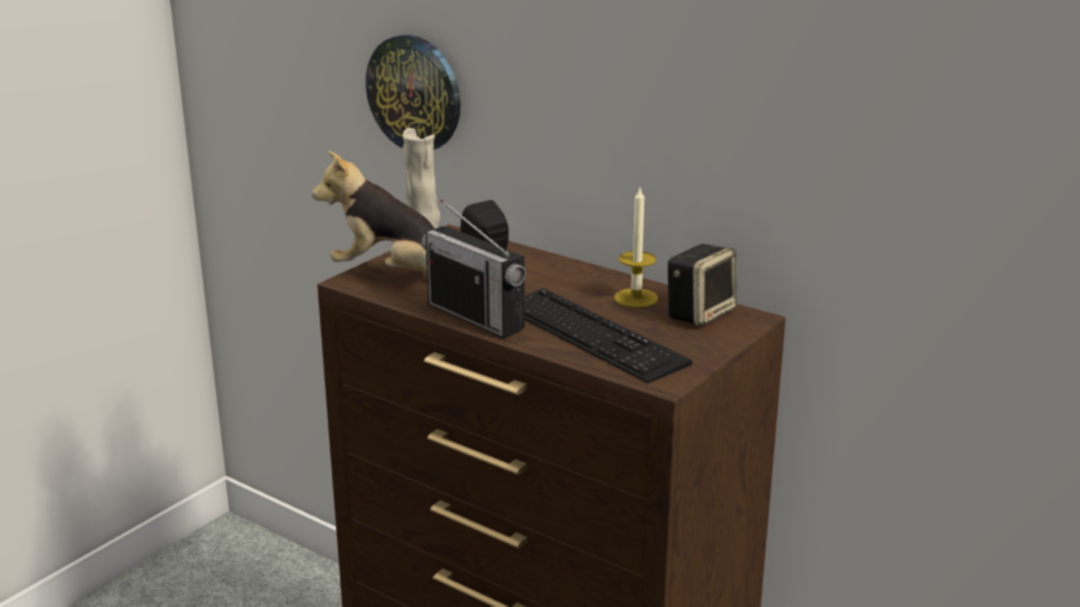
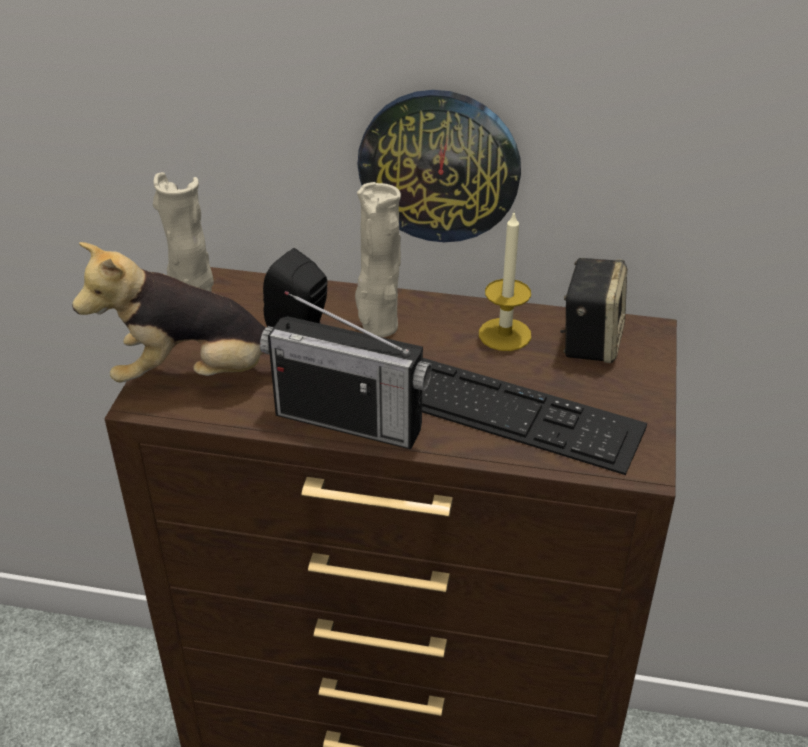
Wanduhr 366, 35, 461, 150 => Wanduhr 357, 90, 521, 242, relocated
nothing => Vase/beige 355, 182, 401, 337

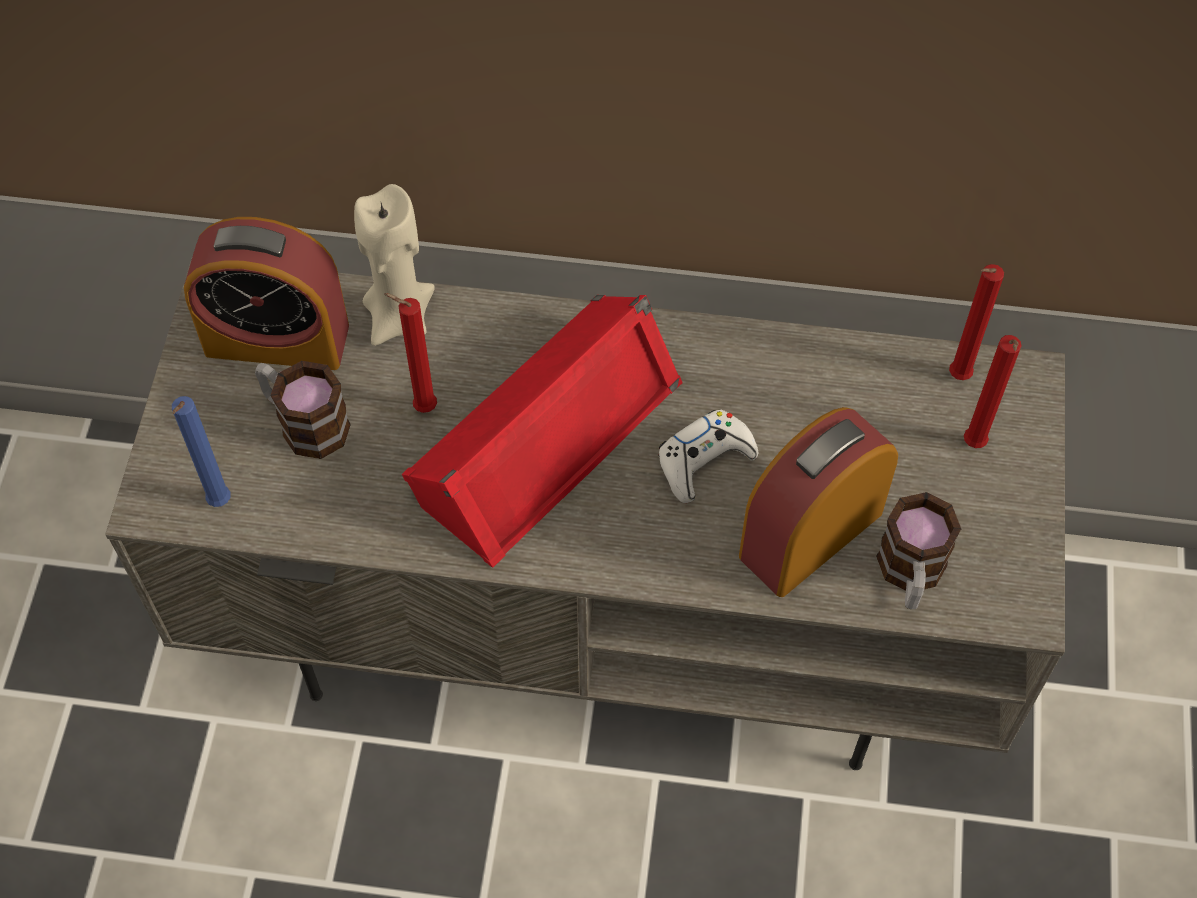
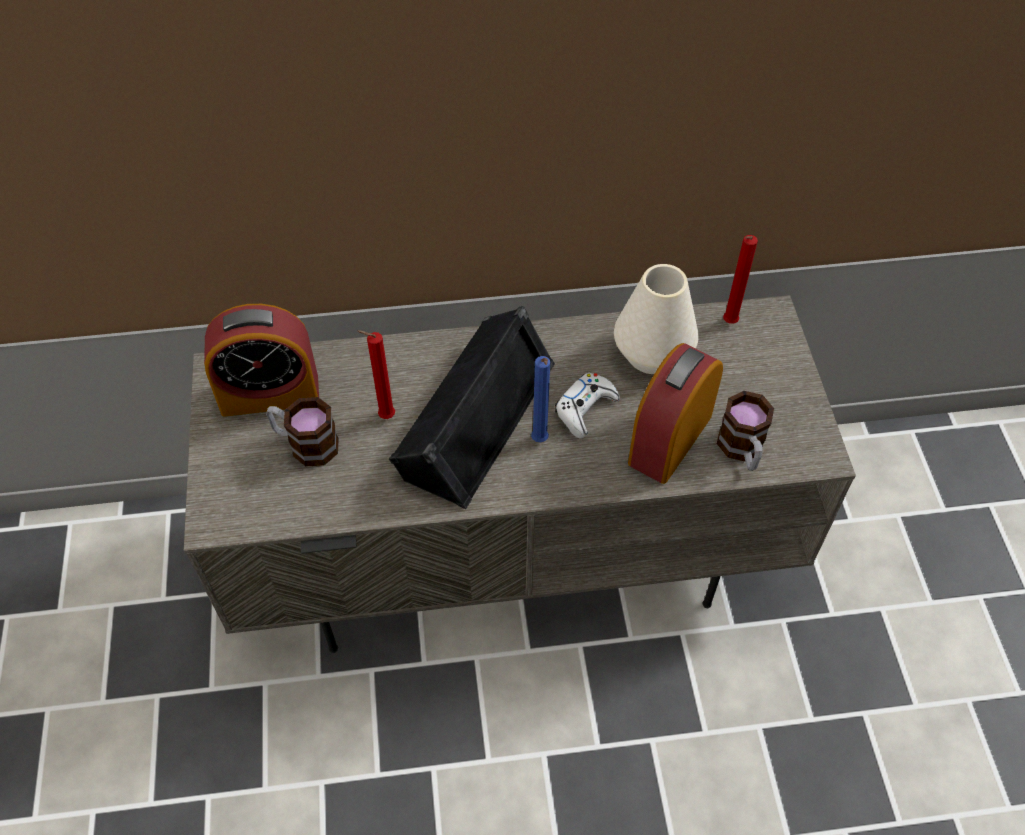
Kerze/beige 354, 184, 435, 346 => nothing
Lautsprecher/rot 402, 295, 683, 568 => Lautsprecher/schwarz 389, 306, 555, 509
Kerze/rot 964, 335, 1021, 448 => nothing
Kerze/blau 172, 396, 231, 507 => Kerze/blau 531, 356, 550, 442, relocated
nothing => Vase/weiß 614, 264, 699, 374

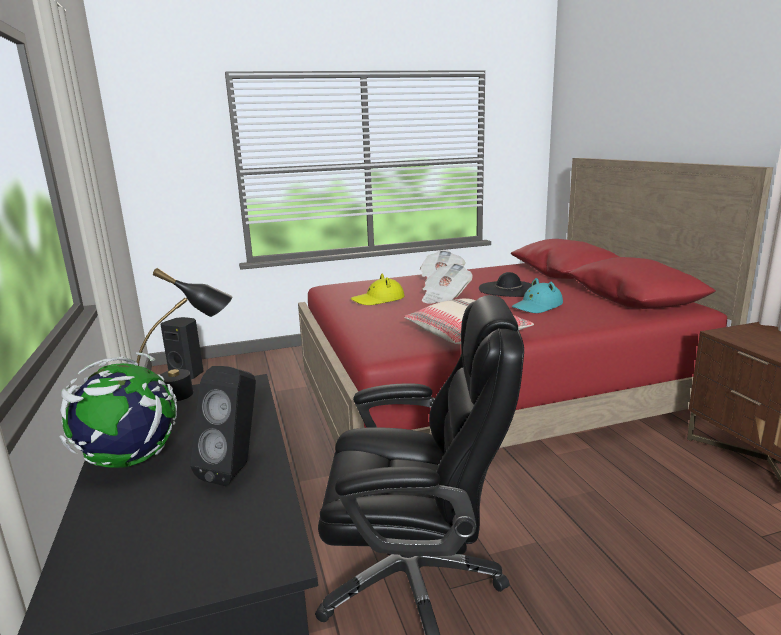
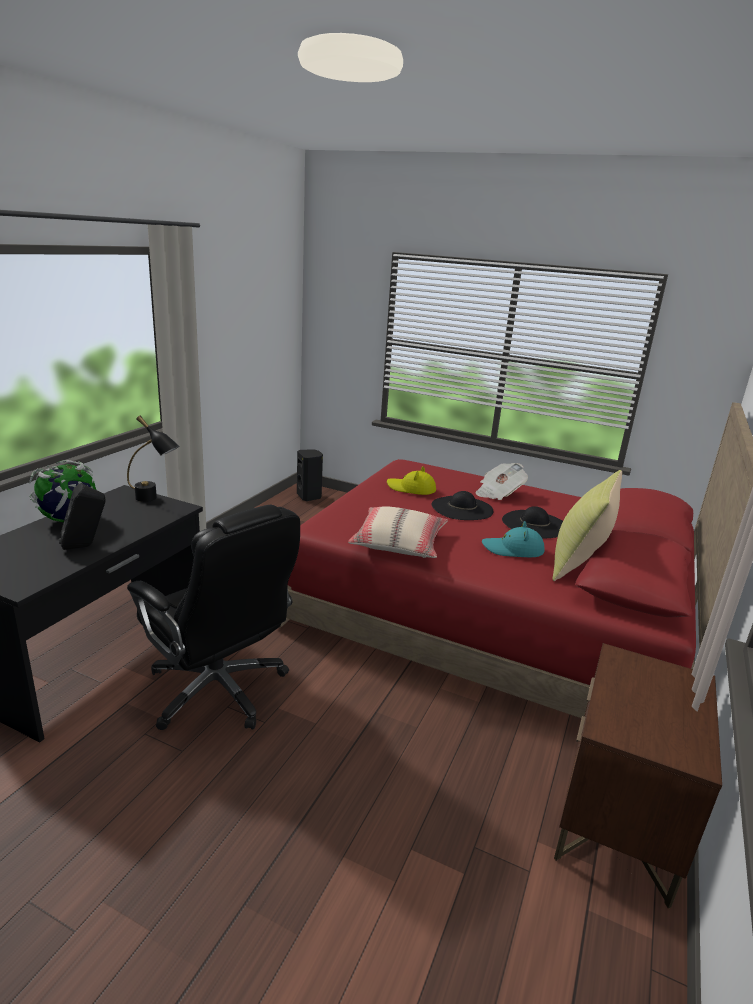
Zeitung 422, 263, 473, 303 => Hut/schwarz 432, 491, 494, 520
nothing => Kissen/gelb 553, 470, 622, 581

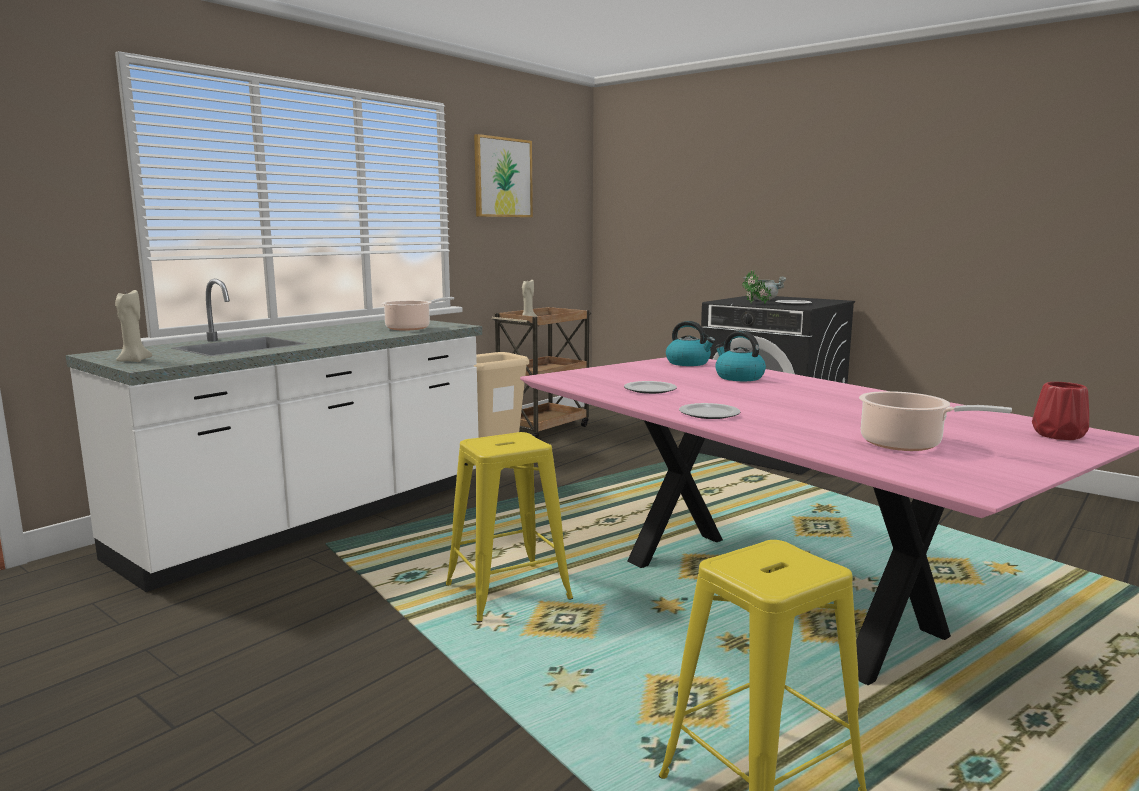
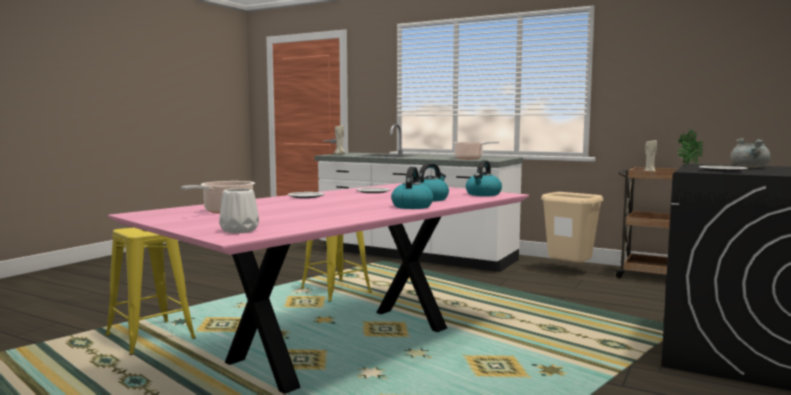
Bild 474, 134, 533, 217 => nothing
Vase/rot 1032, 382, 1089, 440 => Vase/weiß 219, 188, 259, 233
nothing => Wasserkessel 391, 167, 433, 209

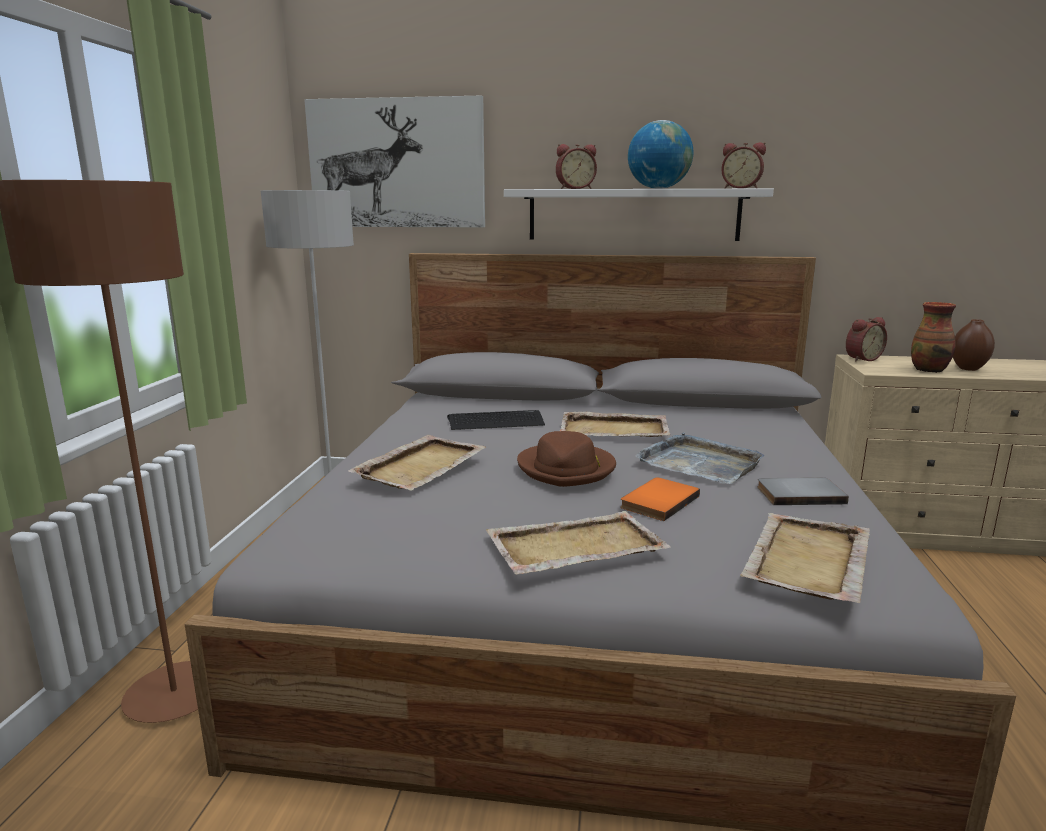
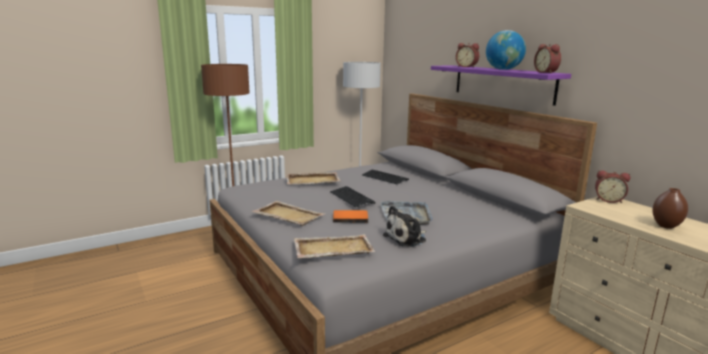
Bild 304, 96, 485, 227 => nothing
Wandregal/weiß 504, 189, 774, 241 => Wandregal/lila 431, 65, 571, 106
Vase 911, 302, 956, 373 => nothing
Tablett/beige 560, 412, 670, 437 => nothing
Hut/braun 517, 431, 616, 487 => Tastatur 330, 186, 375, 208
Buch/grau 757, 477, 849, 505 => Plüschtier 383, 206, 426, 247

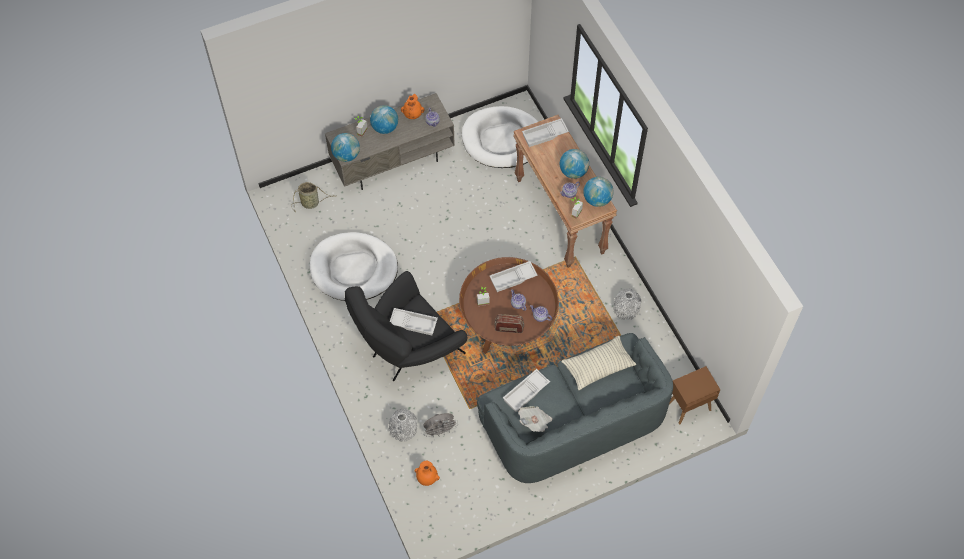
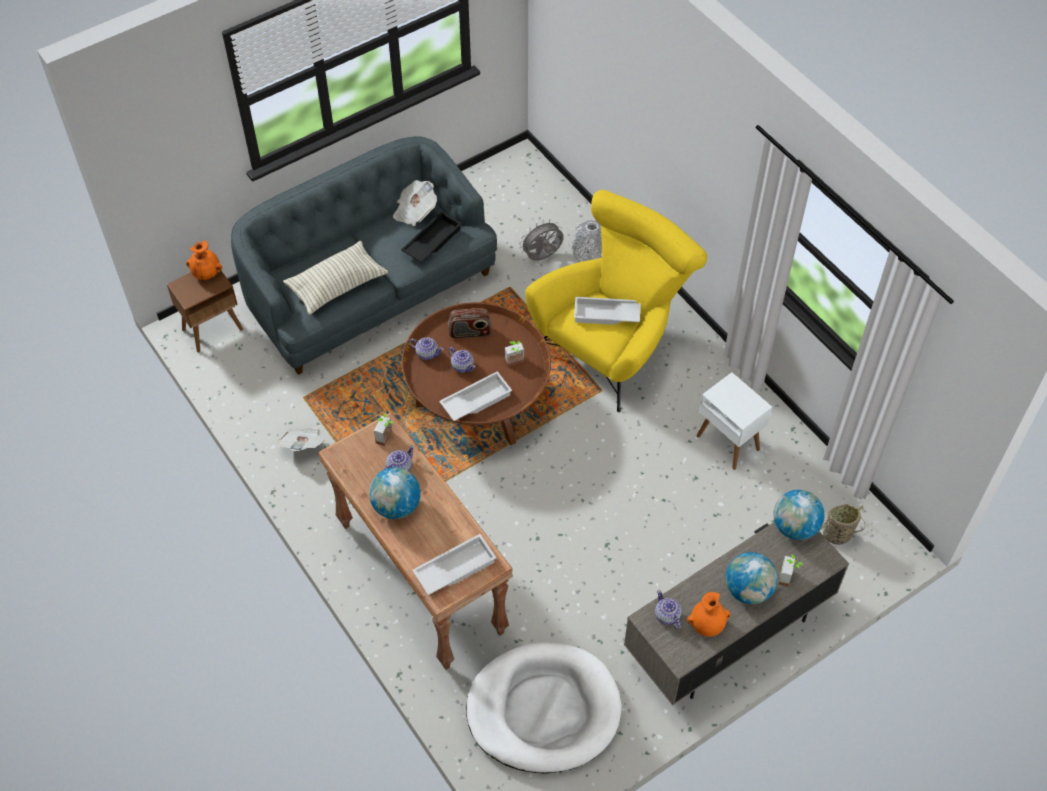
Globus 583, 177, 614, 207 => nothing
Hundebett/weiß 310, 232, 398, 301 => Beistelltisch/weiß 697, 372, 772, 470
Sessel/schwarz 345, 271, 467, 381 => Sessel/gelb 525, 190, 707, 412
Vase/grau 614, 289, 642, 320 => Zeitung 278, 427, 324, 451
Tablett/weiß 503, 369, 550, 412 => Tablett/schwarz 401, 212, 462, 262
Vase/orange 414, 461, 440, 486 => Vase/orange 186, 241, 222, 280, relocated

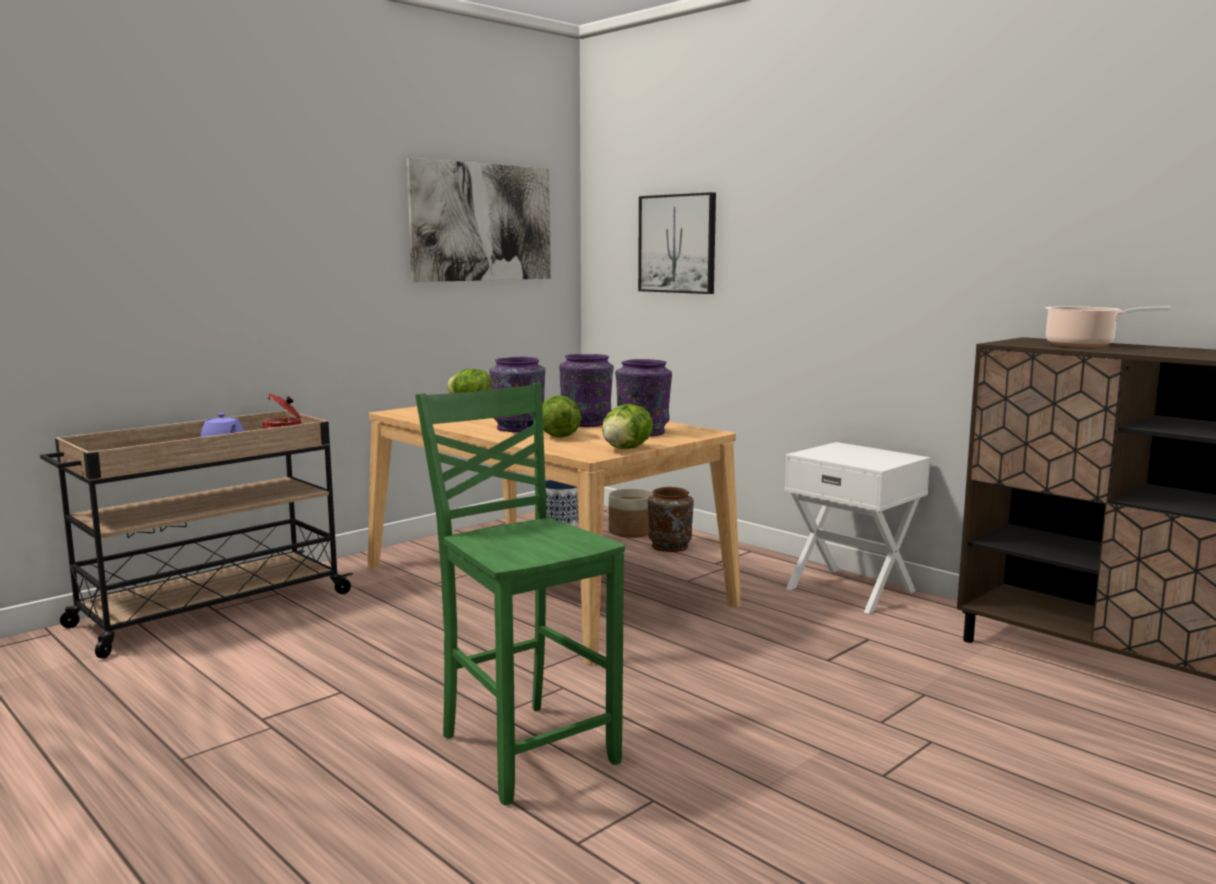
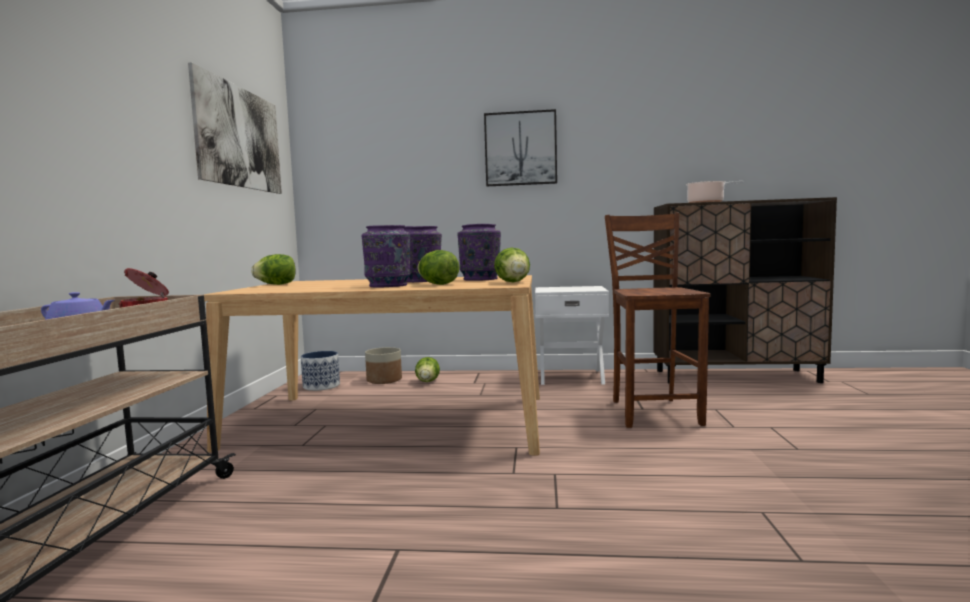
Bild 638, 192, 716, 294 => Bild 484, 109, 557, 186, relocated
Stuhl/grün 415, 383, 625, 805 => nothing
Vase/braun 648, 487, 694, 552 => Salatkopf 415, 357, 440, 382
nothing => Stuhl/braun 605, 213, 711, 428

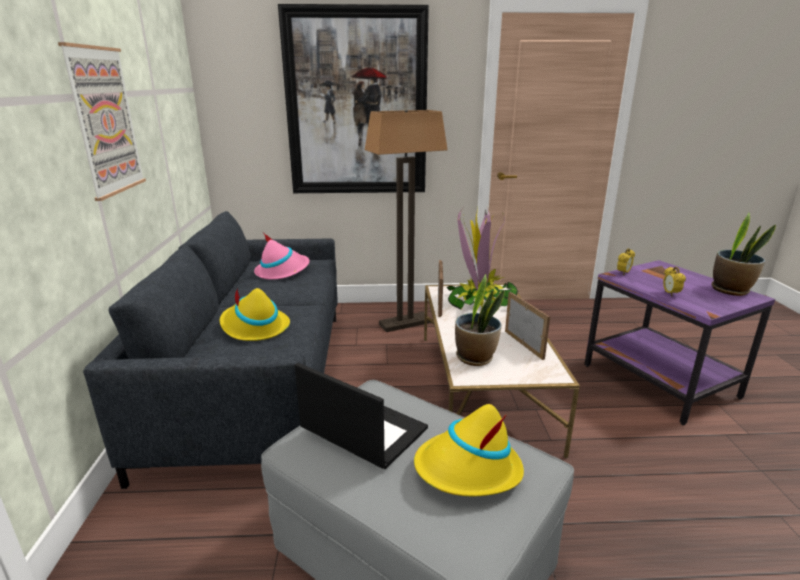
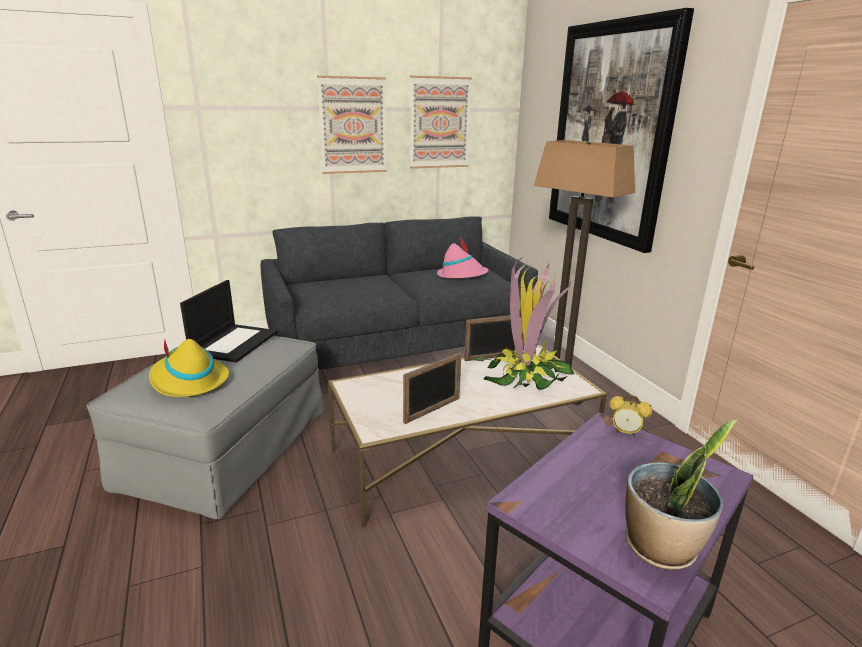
Wecker 663, 267, 686, 296 => nothing
Topfpflanze 455, 274, 505, 366 => nothing
Hut/gelb 220, 288, 290, 341 => nothing
nothing => Bild 410, 76, 472, 169

